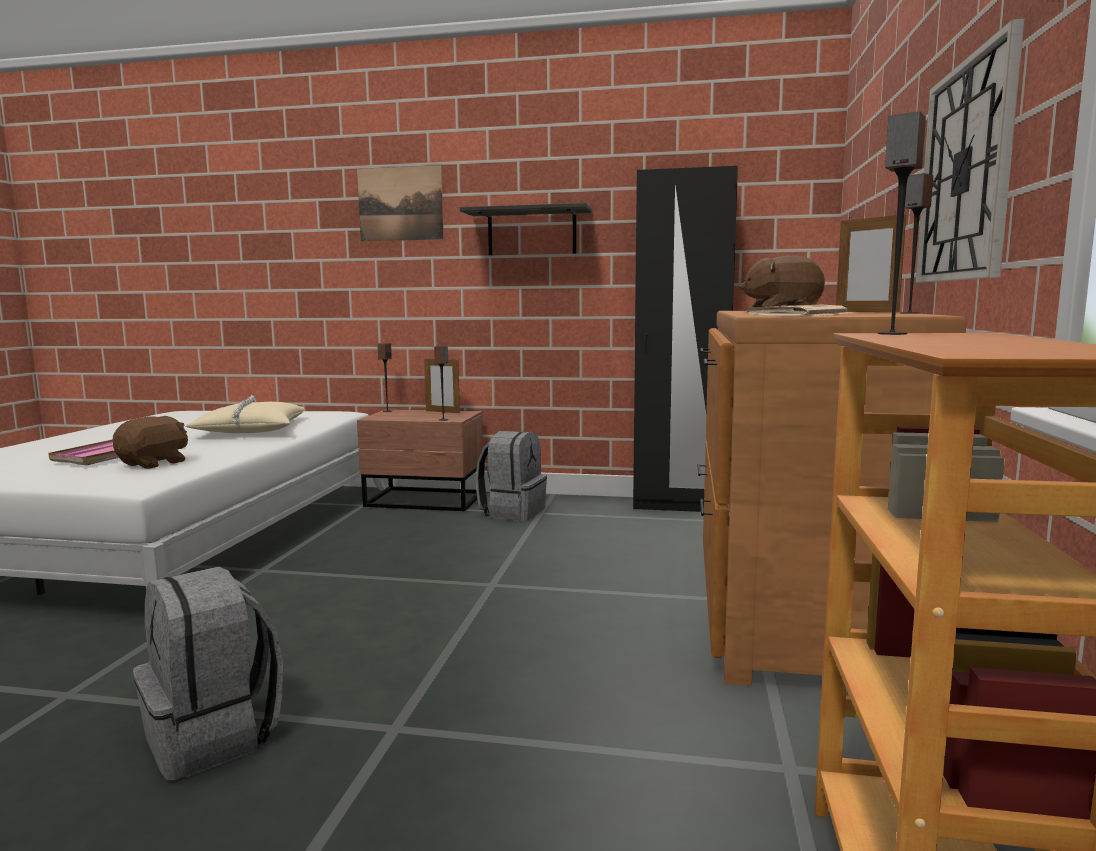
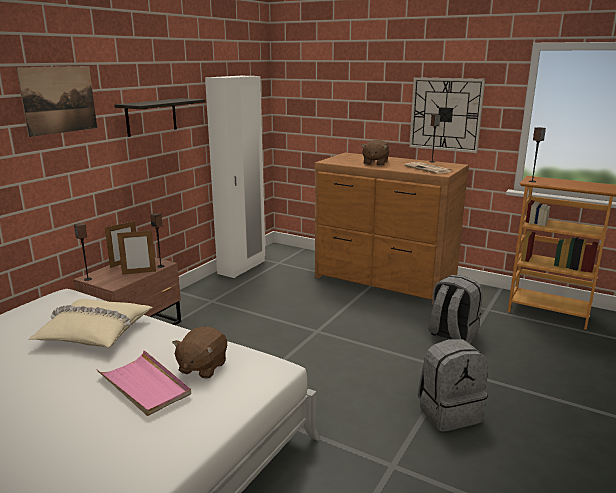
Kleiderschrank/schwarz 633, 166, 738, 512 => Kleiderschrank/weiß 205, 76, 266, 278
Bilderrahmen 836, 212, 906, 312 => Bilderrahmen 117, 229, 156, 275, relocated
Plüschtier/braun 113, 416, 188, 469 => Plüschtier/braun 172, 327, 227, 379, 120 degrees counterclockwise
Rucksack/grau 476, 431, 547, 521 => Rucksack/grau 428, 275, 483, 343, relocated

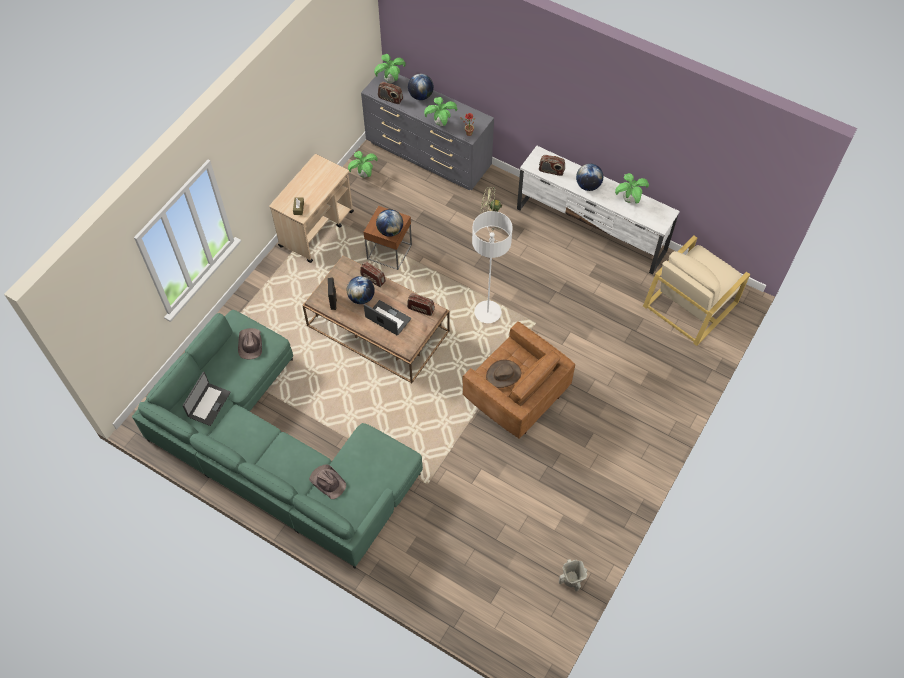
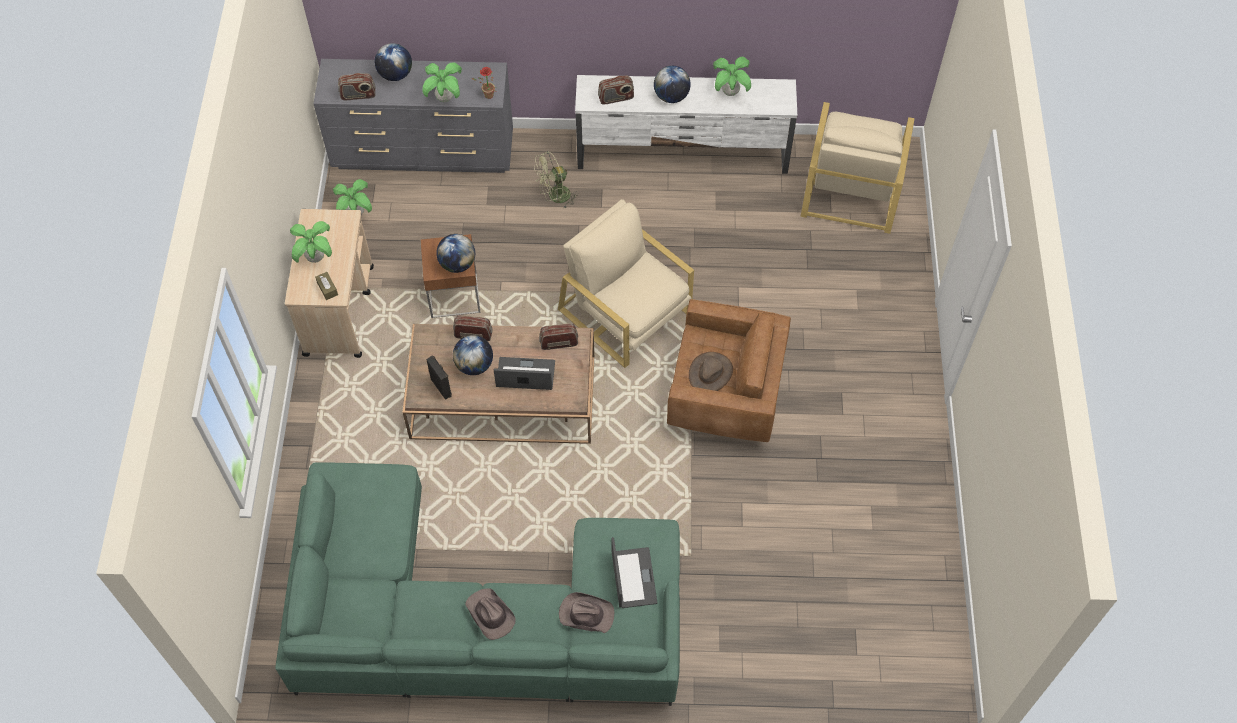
Topfpflanze 374, 54, 406, 83 => Topfpflanze 290, 221, 332, 263, relocated
Stehlampe/weiß 472, 211, 513, 323 => Sessel/beige 558, 199, 694, 368
Hut/braun 238, 328, 262, 359 => Hut/braun 465, 589, 516, 640, relocated
Laptop 183, 372, 231, 426 => Laptop 611, 537, 657, 608, relocated
Vase/beige 559, 559, 587, 592 => nothing

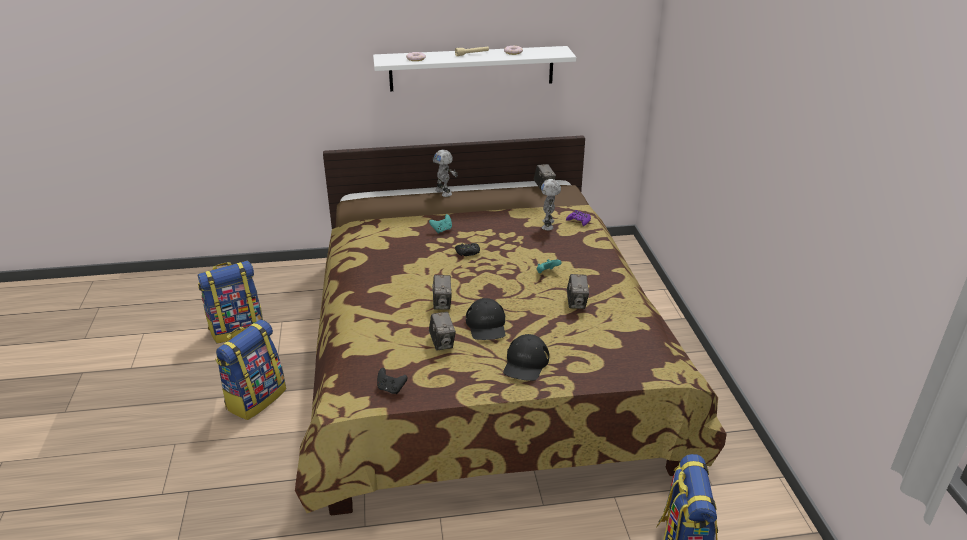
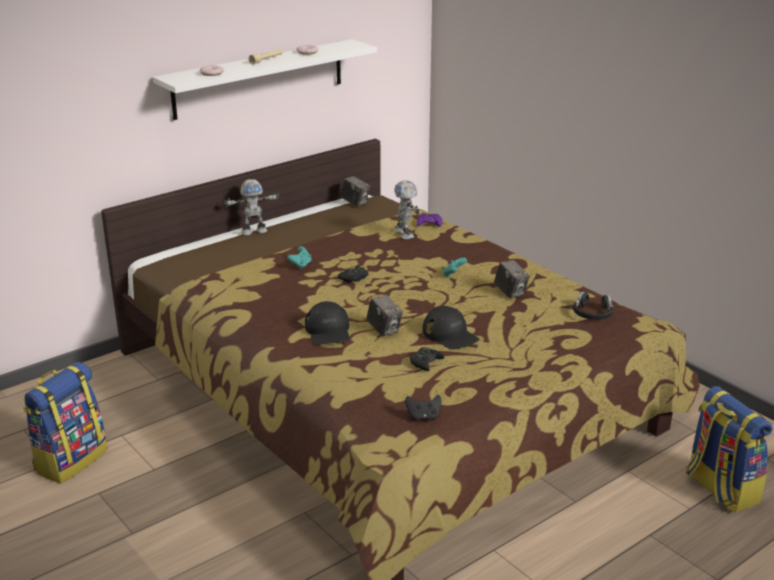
Spielzeugroboter 433, 150, 458, 197 => Spielzeugroboter 223, 179, 280, 236, 45 degrees counterclockwise
Kamera 429, 312, 456, 350 => Gamepad/schwarz 410, 347, 444, 371
Rucksack 215, 320, 286, 420 => nothing
Kappe/schwarz 503, 334, 549, 381 => Kappe/schwarz 305, 301, 350, 344, relocated
nothing => Kopfhörer/schwarz 573, 292, 613, 320

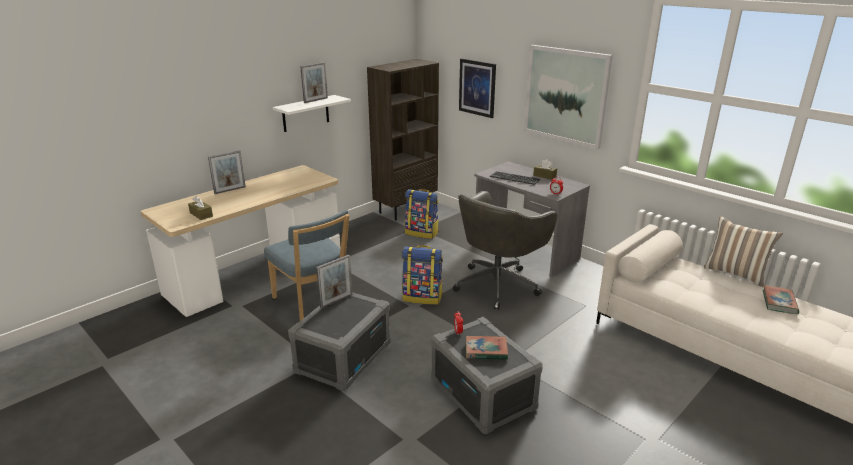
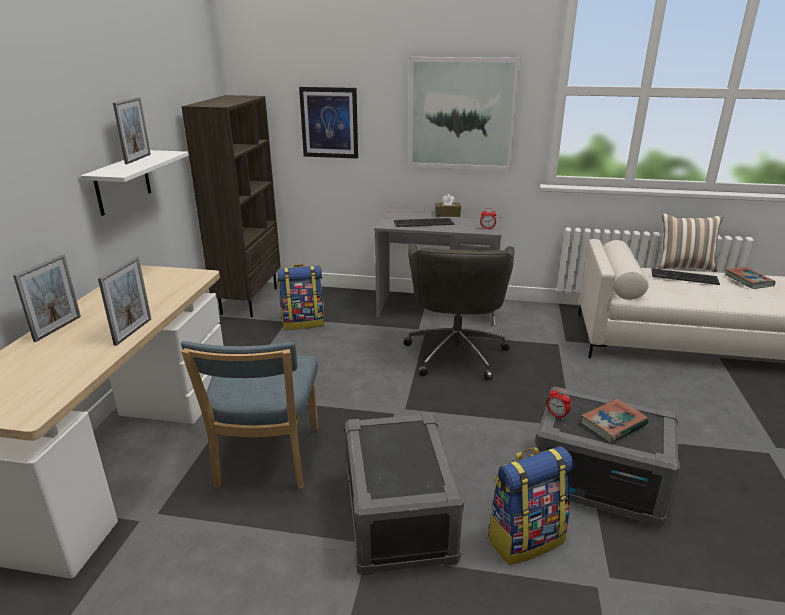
Taschentuchbox/braun 188, 196, 213, 220 => nothing
Stuhl/blau 264, 210, 349, 321 => Stuhl/blau 181, 341, 318, 489, 75 degrees clockwise
Rucksack 402, 245, 443, 305 => Rucksack 488, 446, 573, 565, relocated
Bilderrahmen 316, 255, 353, 309 => Bilderrahmen 98, 257, 151, 346, relocated
nothing => Tastatur 651, 268, 720, 285

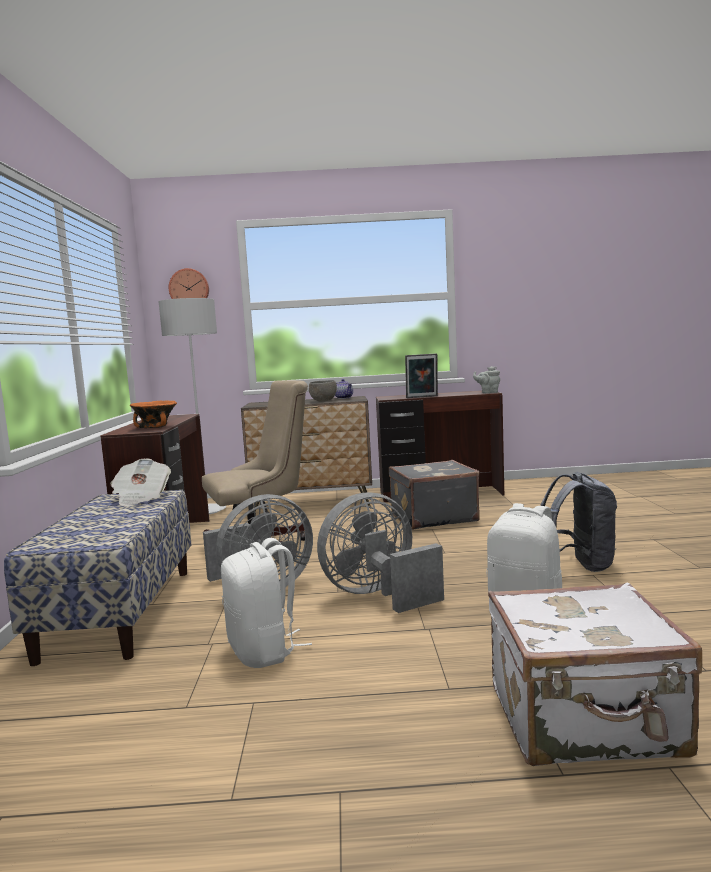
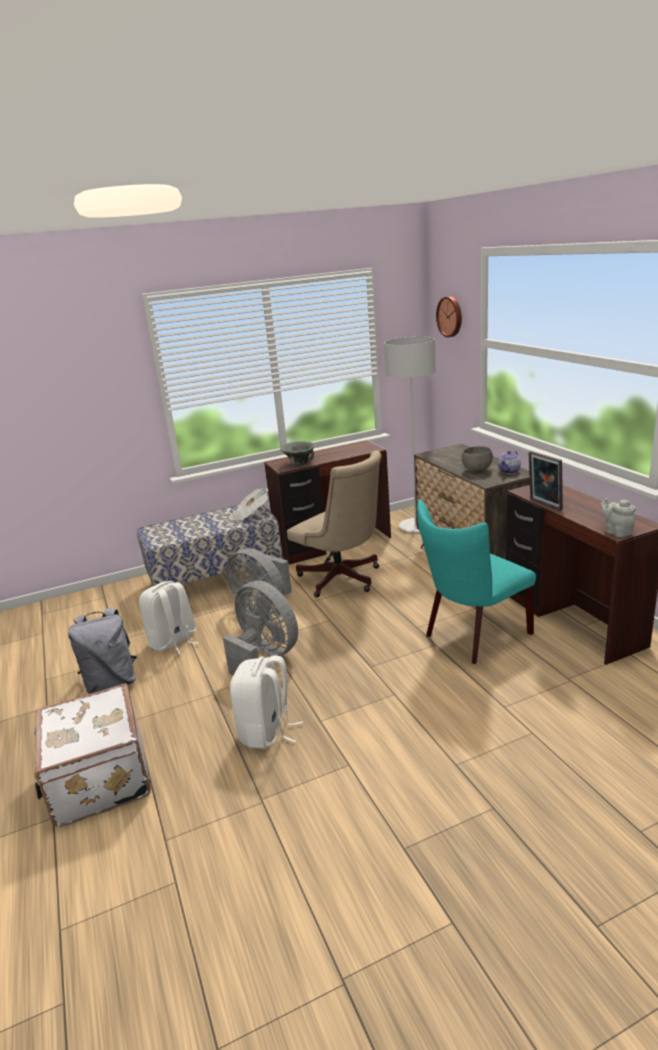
Schüssel/orange 130, 401, 177, 428 => Schüssel/grau 280, 441, 315, 467
Koffer/grau 389, 460, 480, 530 => Stuhl/türkis 417, 499, 536, 664
Rucksack/grau 540, 471, 617, 572 => Rucksack/grau 68, 608, 137, 694, relocated

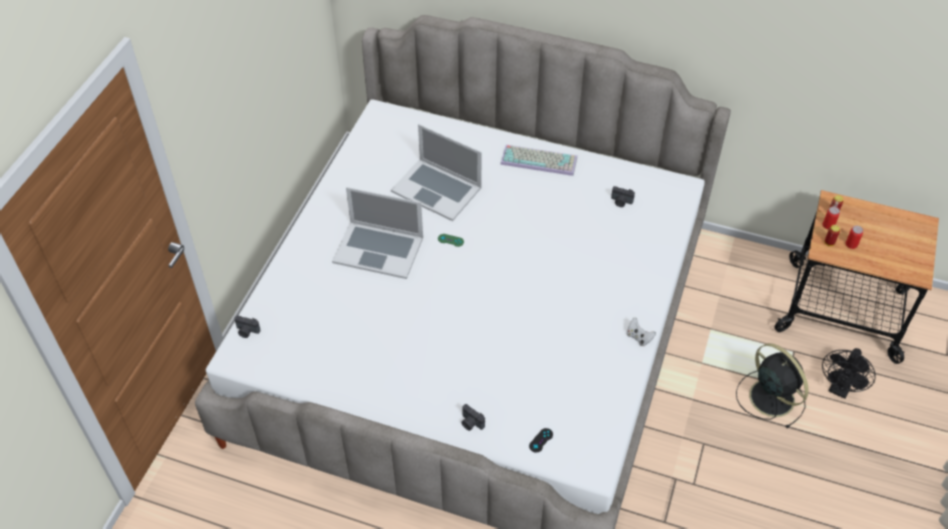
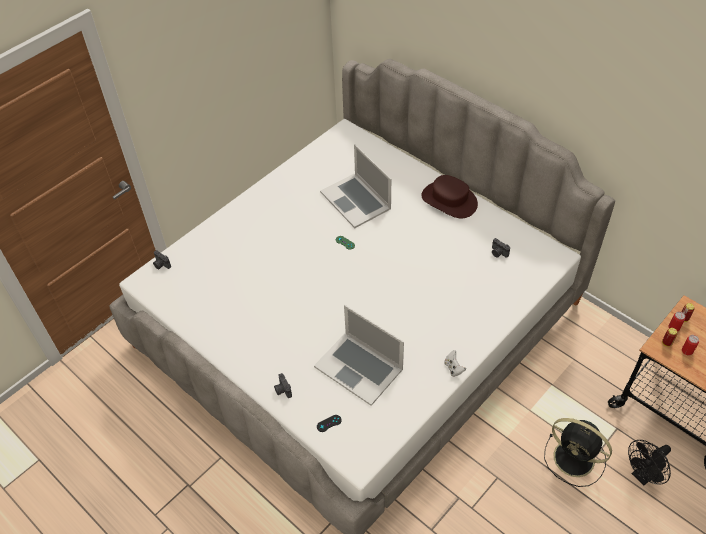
Tastatur 500, 145, 577, 176 => Hut/braun 421, 175, 478, 218
Laptop 332, 187, 423, 279 => Laptop 314, 305, 404, 406, relocated
Ventilator/schwarz 736, 343, 809, 429 => Ventilator/schwarz 544, 418, 612, 487, 135 degrees clockwise

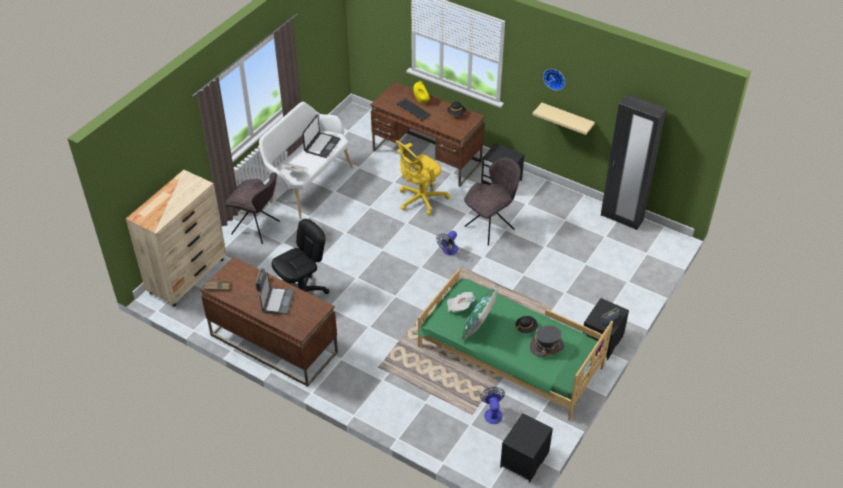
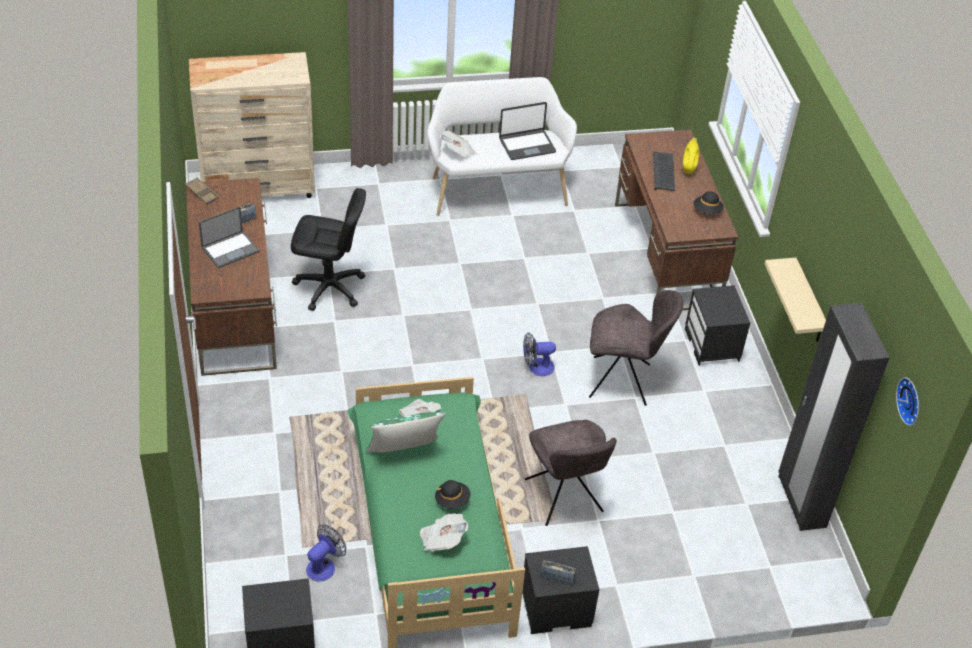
Wanduhr 543, 69, 565, 91 => Wanduhr 896, 377, 919, 426, relocated
Bürostuhl/gelb 396, 140, 450, 215 => nothing
Stuhl/grau 225, 172, 280, 244 => Stuhl/grau 525, 420, 617, 526, relocated
Hut/grau 530, 325, 564, 357 => Zeitung 420, 514, 468, 551

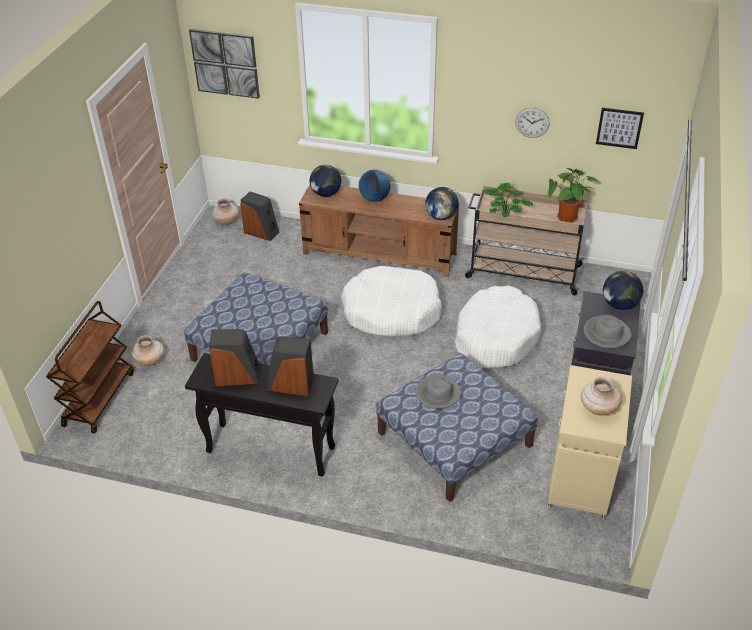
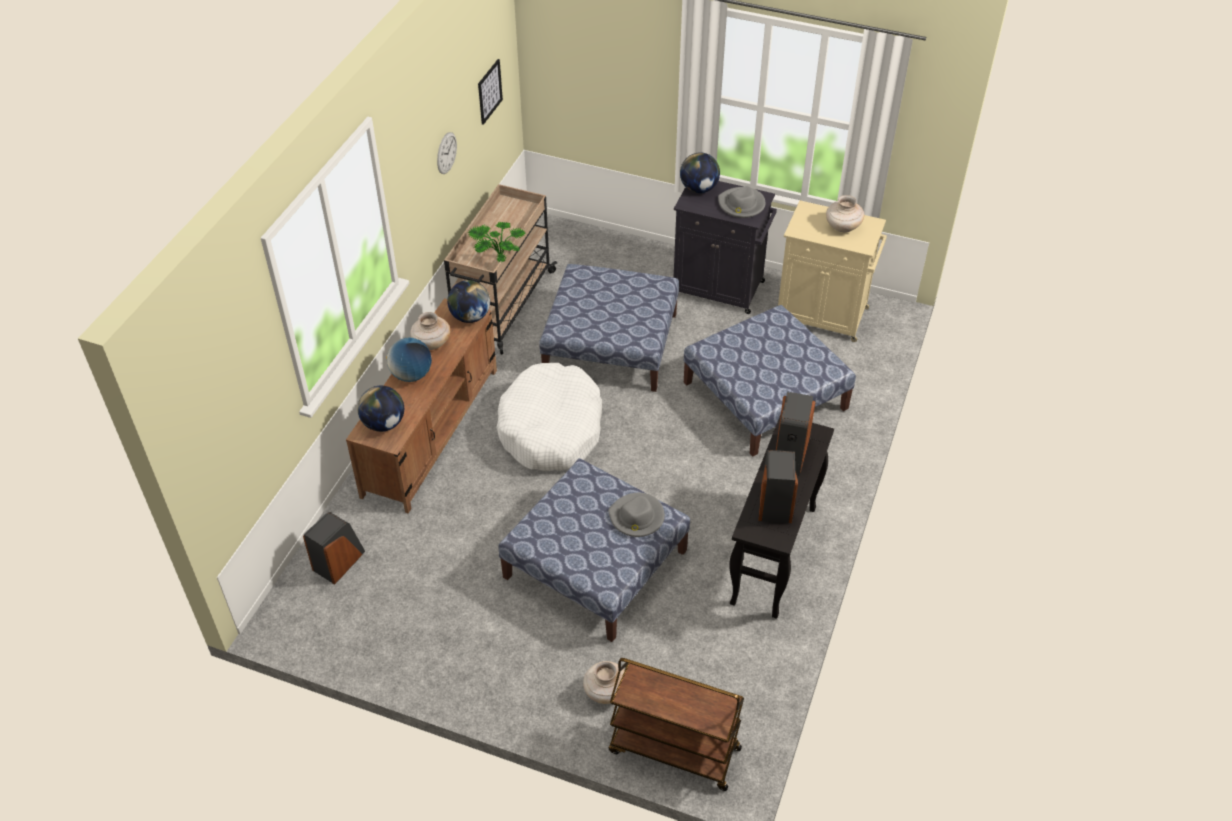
Bild 189, 29, 260, 99 => nothing
Topfpflanze 548, 168, 598, 223 => nothing
Vase/beige 212, 198, 239, 225 => Vase/beige 410, 312, 450, 350, relocated
Hundebett/weiß 455, 285, 541, 368 => Polsterhocker 539, 264, 679, 392
Hut/grau 416, 374, 461, 409 => Hut/grau 608, 493, 665, 537, relocated

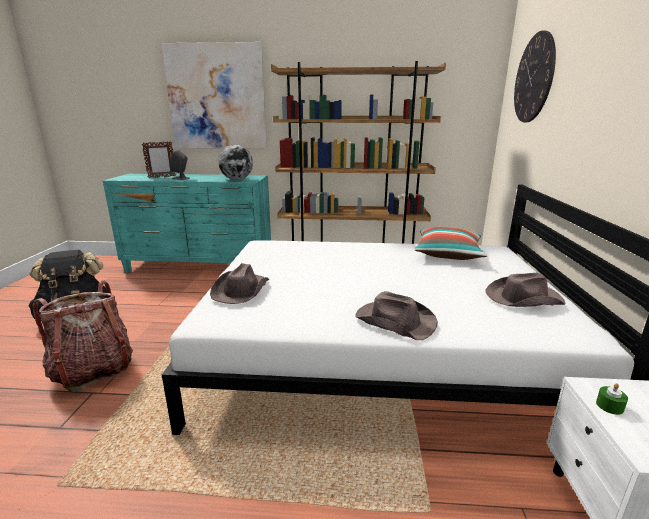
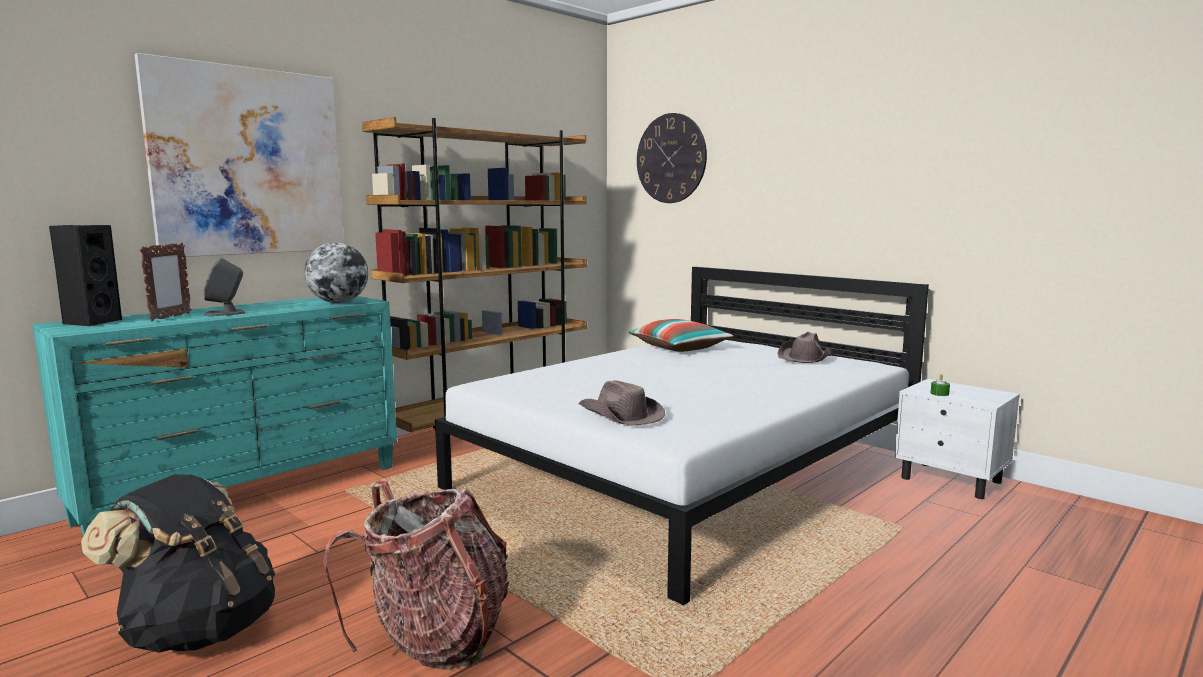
Hut/braun 355, 291, 438, 340 => nothing
nothing => Lautsprecher/schwarz 49, 225, 122, 326

